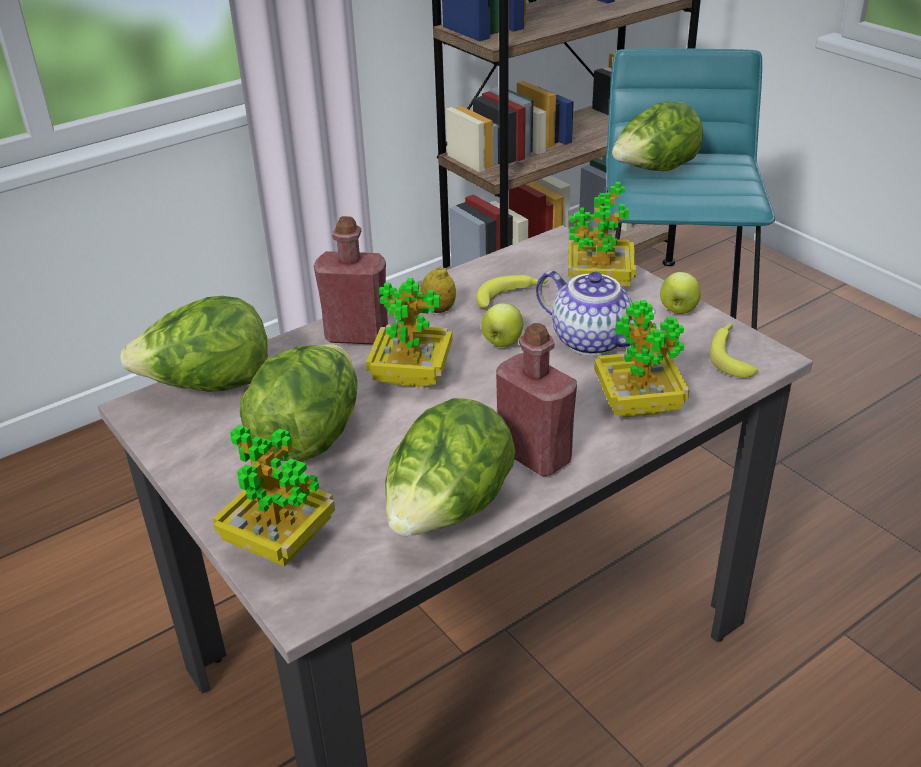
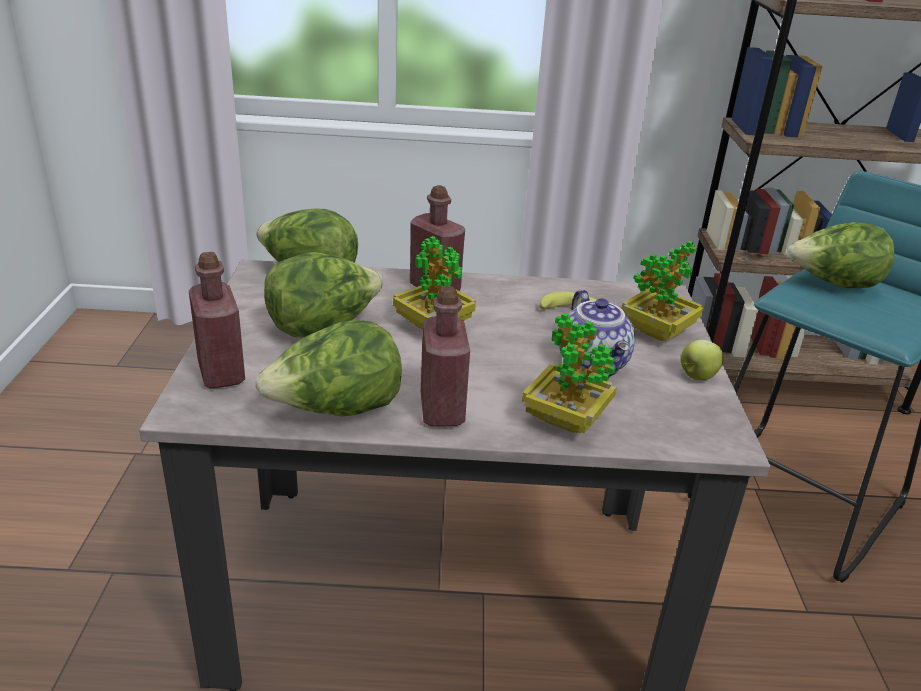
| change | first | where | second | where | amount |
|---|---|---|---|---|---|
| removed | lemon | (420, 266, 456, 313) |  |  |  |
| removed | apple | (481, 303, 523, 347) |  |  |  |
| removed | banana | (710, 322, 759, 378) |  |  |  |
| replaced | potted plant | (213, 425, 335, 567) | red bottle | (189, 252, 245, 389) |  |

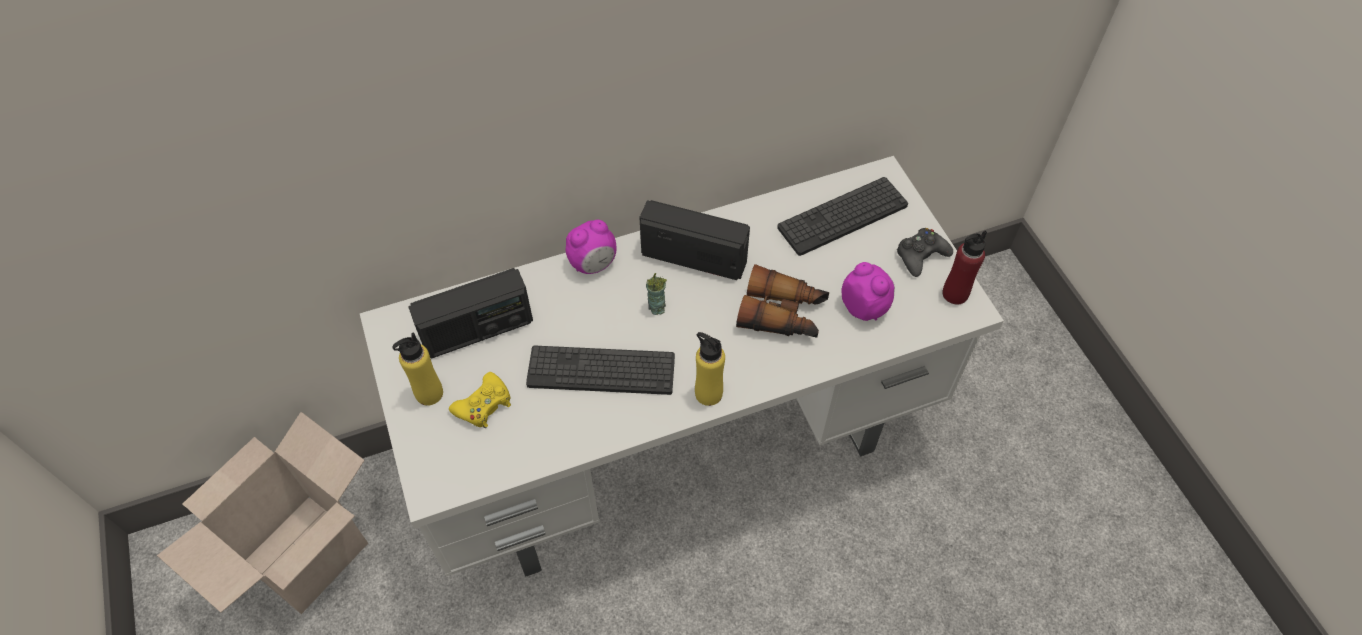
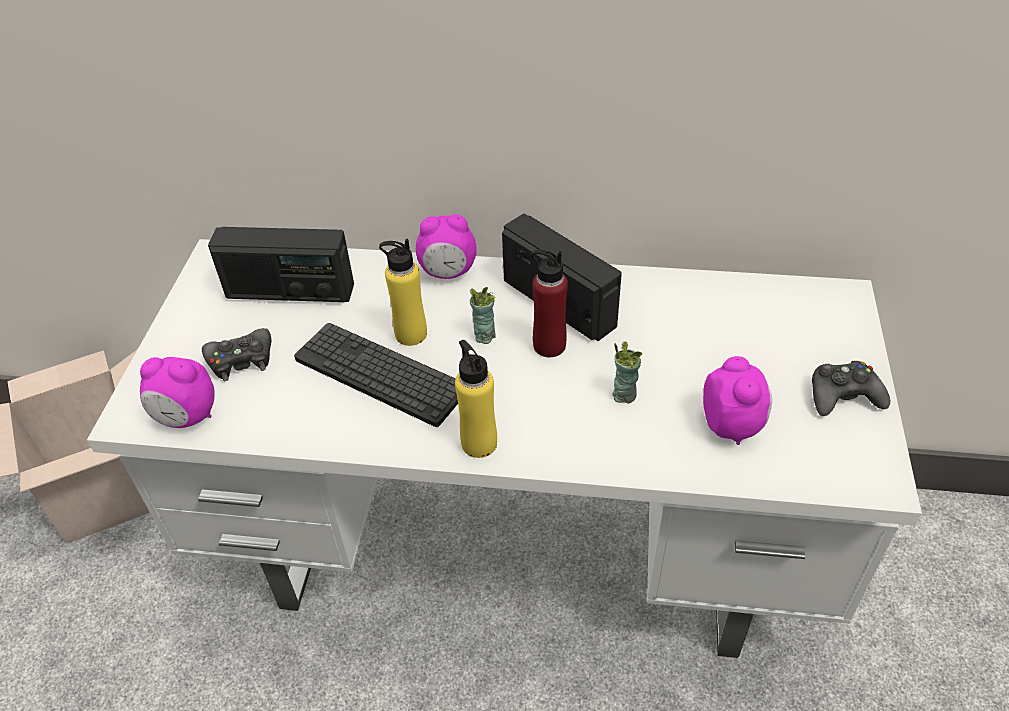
| change | first | where | second | where | amount |
|---|---|---|---|---|---|
| removed | keyboard | (777, 177, 908, 256) |  |  |  |
| added |  |  | alarm clock | (140, 357, 215, 428) |  |
| moved | yellow bottle | (392, 332, 443, 406) |  | (379, 239, 427, 346) |  |
| moved | red bottle | (942, 230, 987, 305) |  | (531, 250, 568, 357) |  |
| replaced | binoculars | (736, 264, 829, 337) | cup | (613, 341, 642, 404) |  |
| recoloured | yellow game controller | (449, 372, 511, 428) | black game controller | (202, 328, 271, 381) |  |

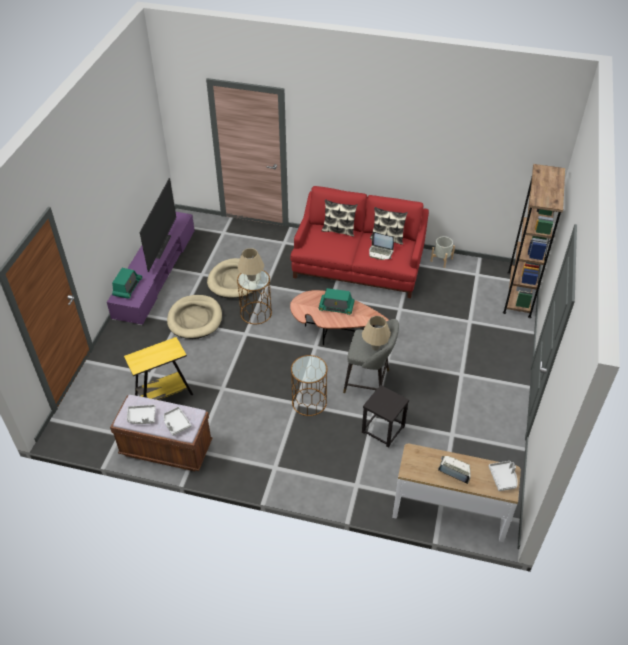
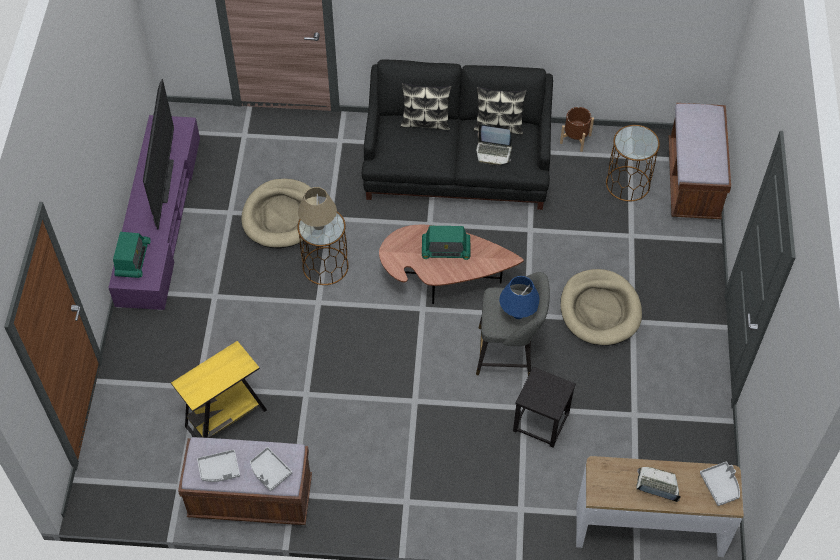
| change | first | where | second | where | amount |
|---|---|---|---|---|---|
| moved | beige dog bed | (167, 295, 222, 339) |  | (560, 269, 642, 346) |  |
| moved | brown side table | (291, 355, 327, 416) |  | (606, 125, 660, 201) |  |
| replaced | brown bookcase | (503, 164, 565, 318) | brown bench | (668, 103, 731, 219) |  |
| recoloured | red sofa | (290, 186, 429, 298) | black sofa | (362, 60, 553, 210) |  |
| recoloured | beige table lamp | (362, 316, 391, 351) | blue table lamp | (499, 276, 539, 319) |  |
| recoloured | grey planter | (431, 236, 455, 268) | brown planter | (560, 107, 594, 152) |  |

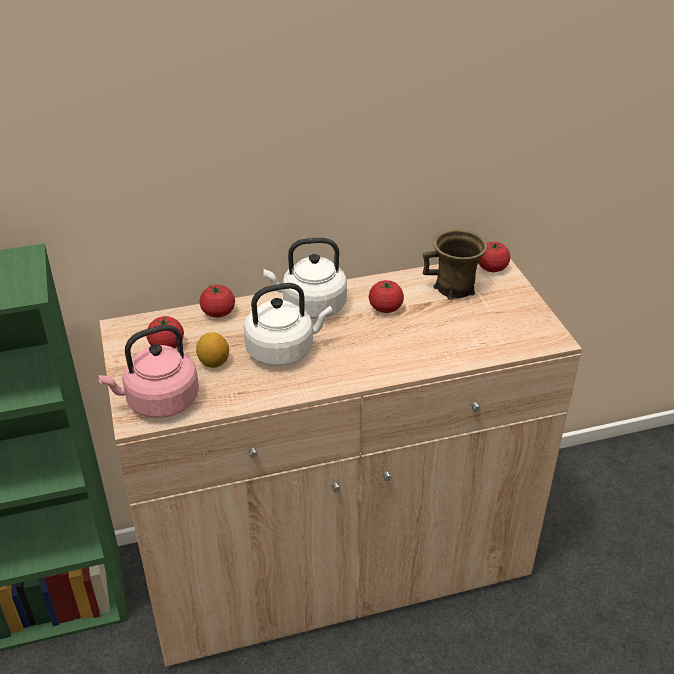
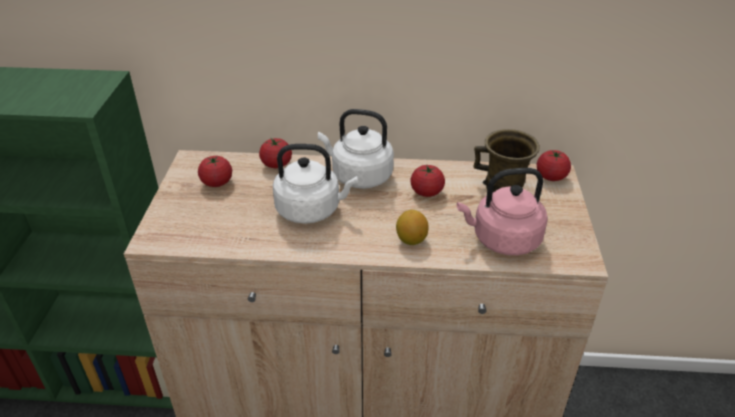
| change | first | where | second | where | amount |
|---|---|---|---|---|---|
| moved | pink kettle | (98, 325, 199, 418) |  | (457, 168, 548, 255) |  |
| moved | lemon | (196, 332, 229, 368) |  | (396, 210, 429, 245) |  |

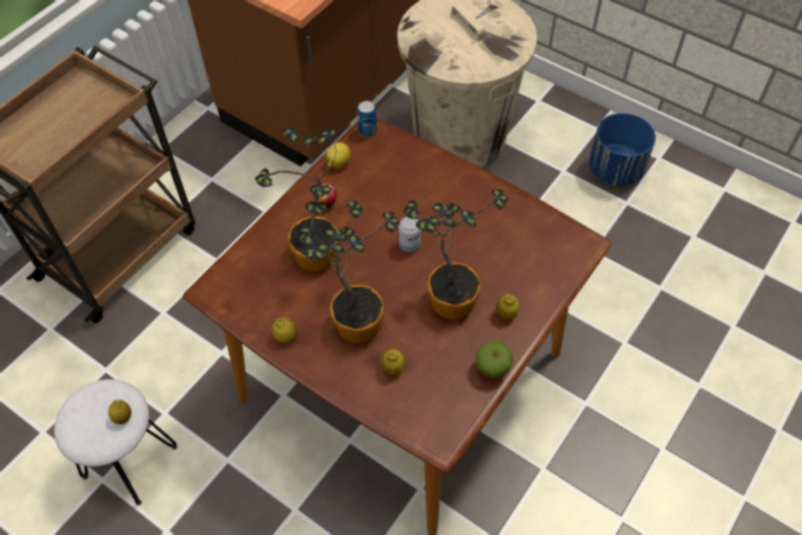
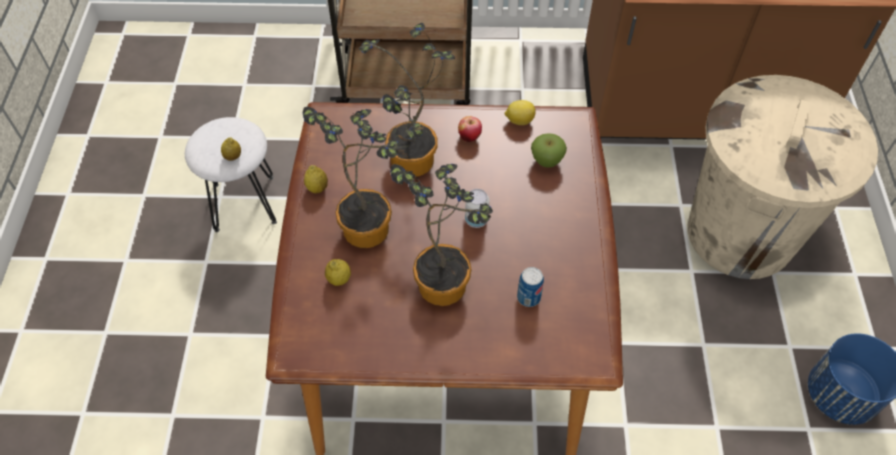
| change | first | where | second | where | amount |
|---|---|---|---|---|---|
| removed | lemon | (496, 294, 520, 320) |  |  |  |
| moved | can | (357, 101, 377, 137) |  | (517, 267, 544, 307) |  |
| moved | apple | (476, 341, 513, 378) |  | (531, 133, 567, 168) |  |

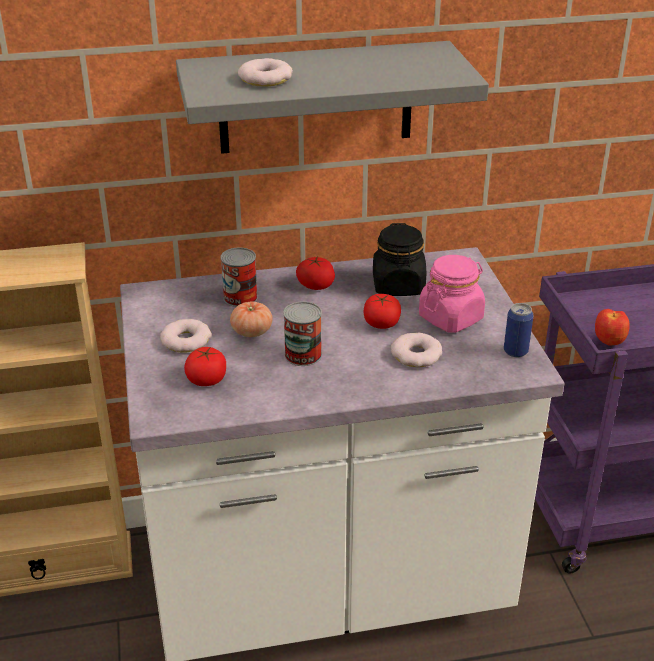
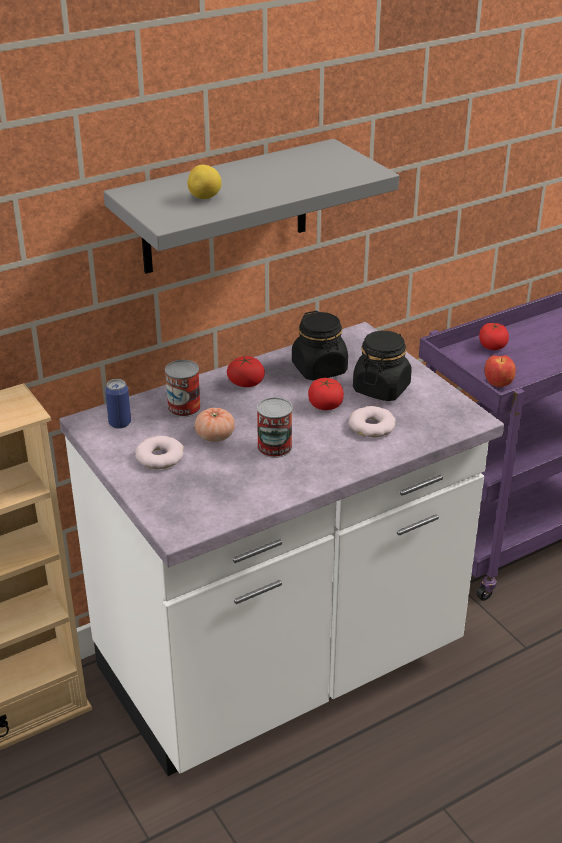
| change | first | where | second | where | amount |
|---|---|---|---|---|---|
| moved | tomato | (184, 347, 226, 386) |  | (479, 322, 509, 350) |  |
| moved | can | (504, 303, 534, 358) |  | (105, 379, 131, 429) |  |
| replaced | donut | (238, 58, 293, 87) | lemon | (187, 165, 222, 199) |  |
| recoloured | pink jar | (419, 255, 485, 333) | black jar | (353, 331, 412, 401) |  |

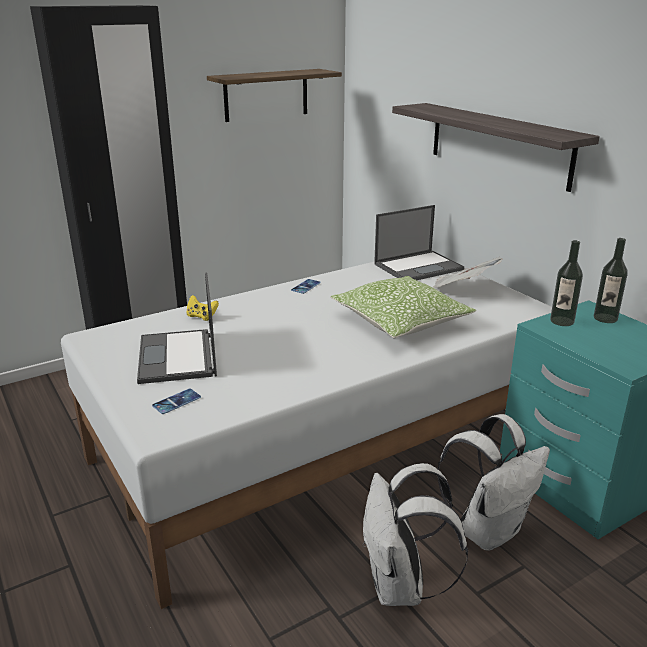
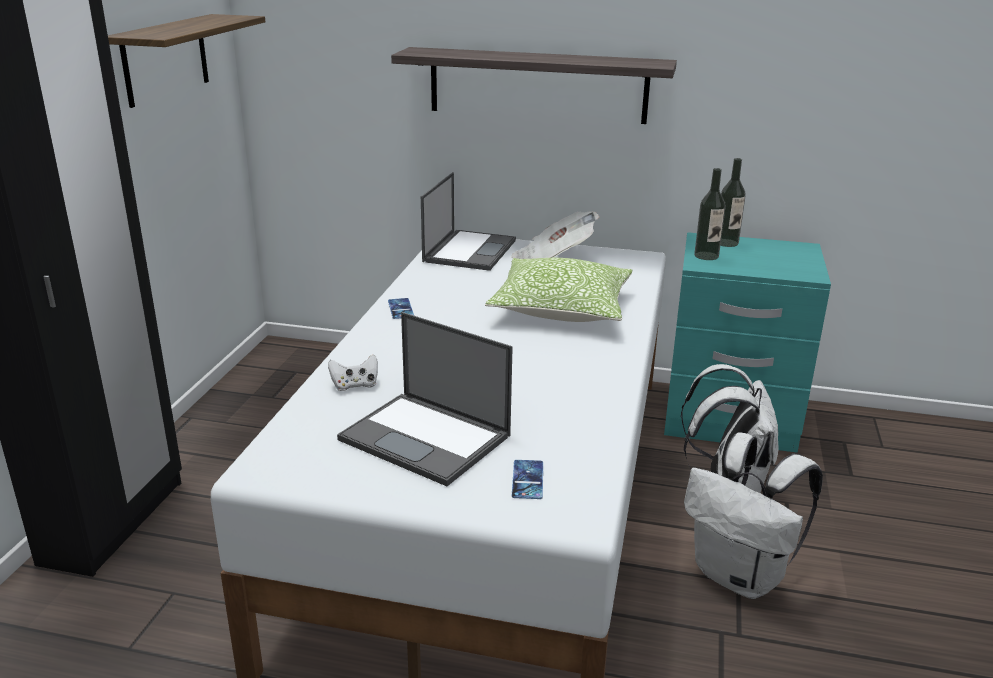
| change | first | where | second | where | amount |
|---|---|---|---|---|---|
| recoloured | yellow game controller | (187, 295, 219, 321) | white game controller | (328, 354, 378, 391) |  |

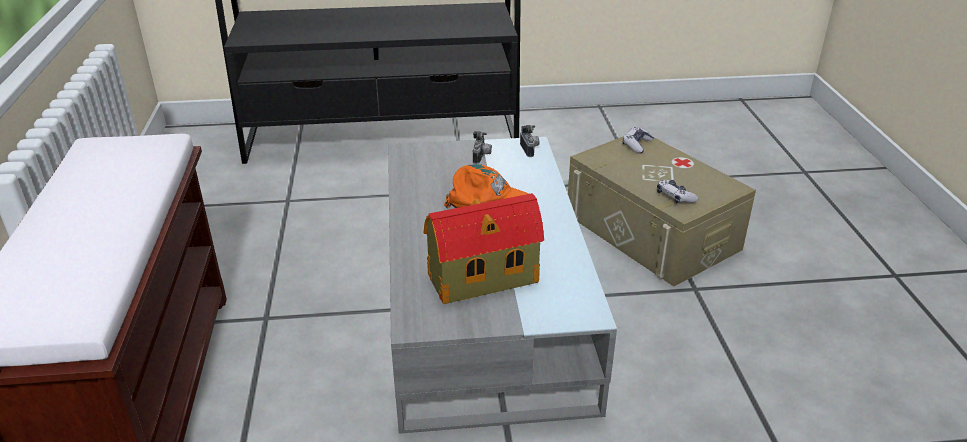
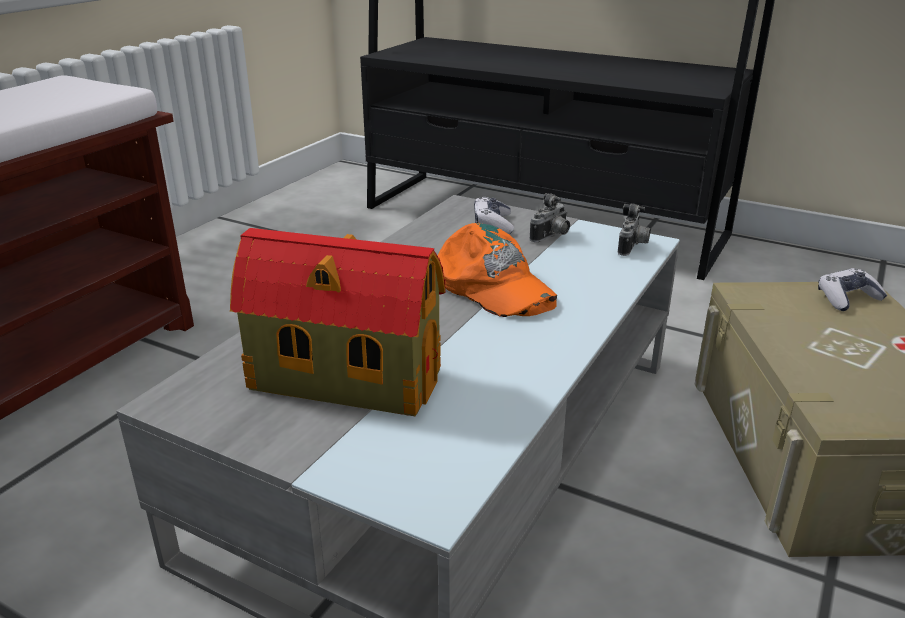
| change | first | where | second | where | amount |
|---|---|---|---|---|---|
| moved | game controller | (657, 180, 699, 204) |  | (474, 197, 514, 234) |  |

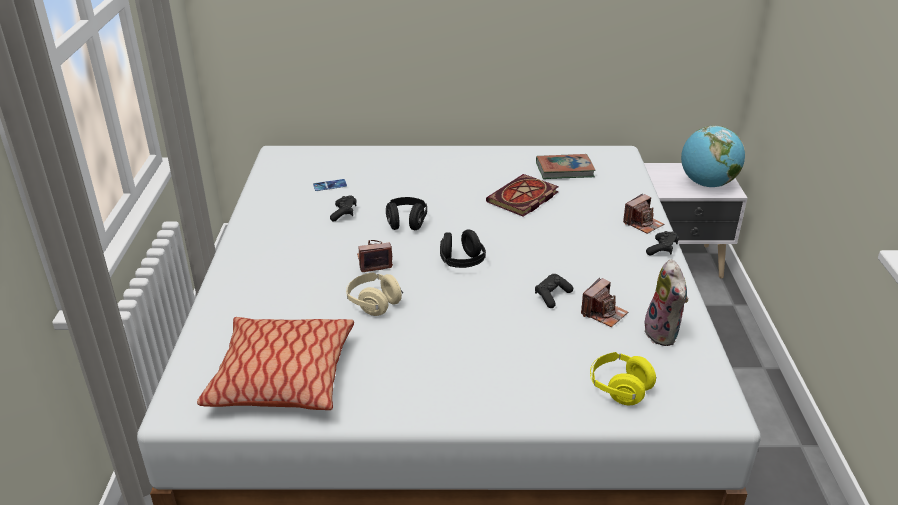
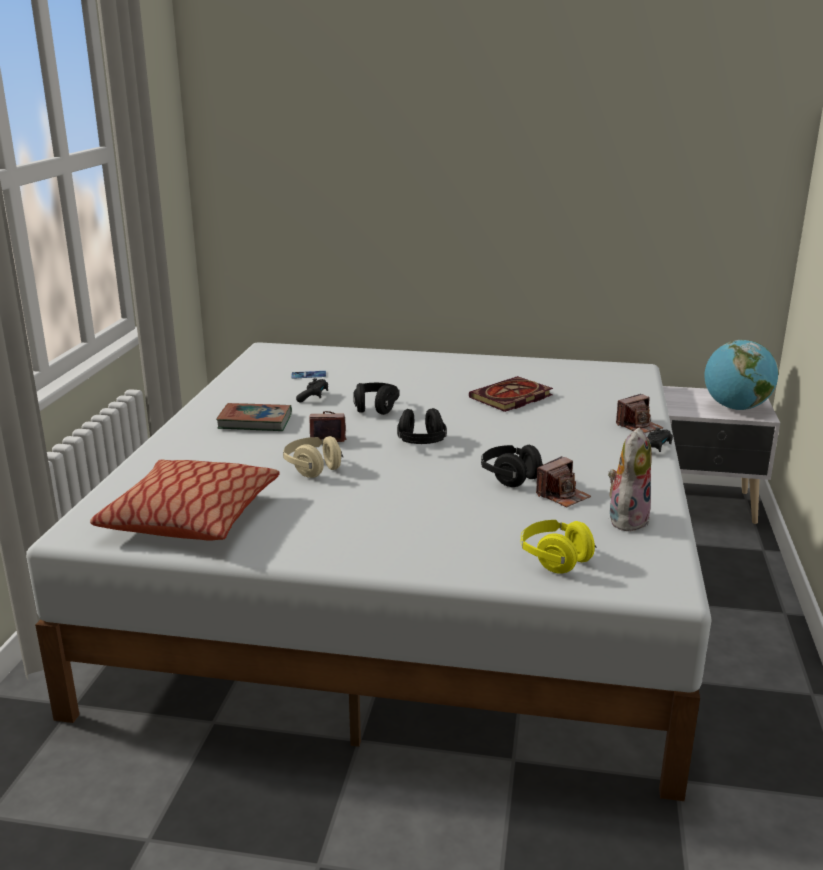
| change | first | where | second | where | amount |
|---|---|---|---|---|---|
| moved | book | (536, 154, 596, 179) |  | (216, 403, 292, 431) |  |
| replaced | black game controller | (535, 274, 573, 308) | black headphones | (481, 445, 543, 487) |  |
| turned | plush toy | (644, 259, 689, 346) |  | (608, 427, 652, 531) | 150 degrees counterclockwise |

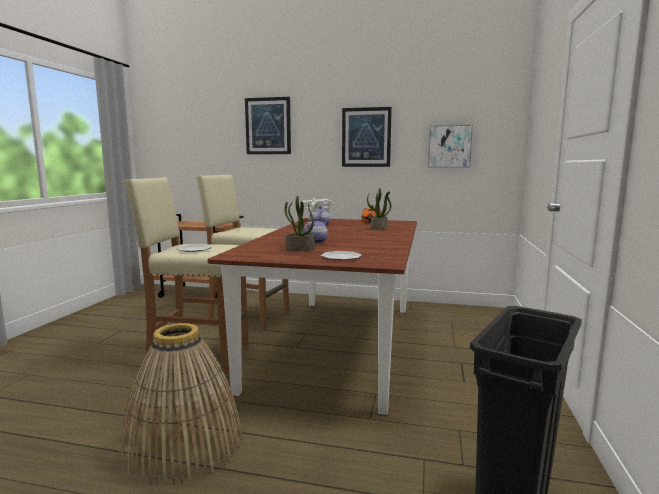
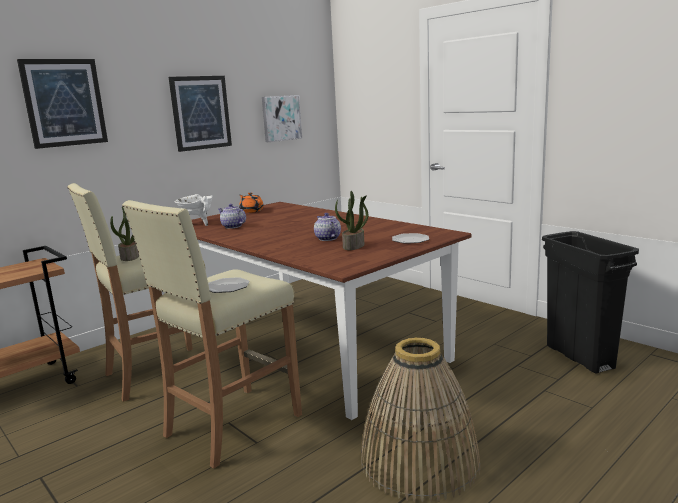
| change | first | where | second | where | amount |
|---|---|---|---|---|---|
| moved | potted plant | (367, 188, 391, 229) |  | (110, 206, 139, 261) |  |

